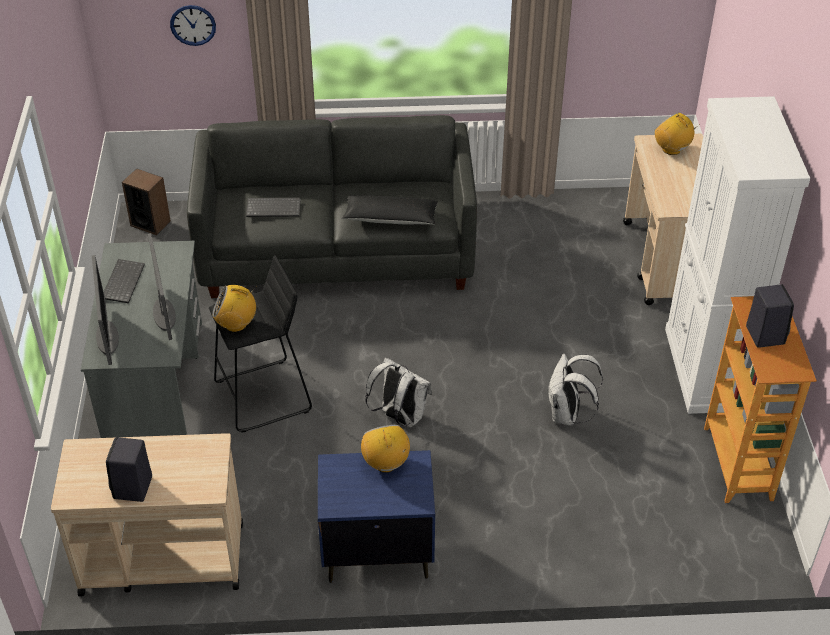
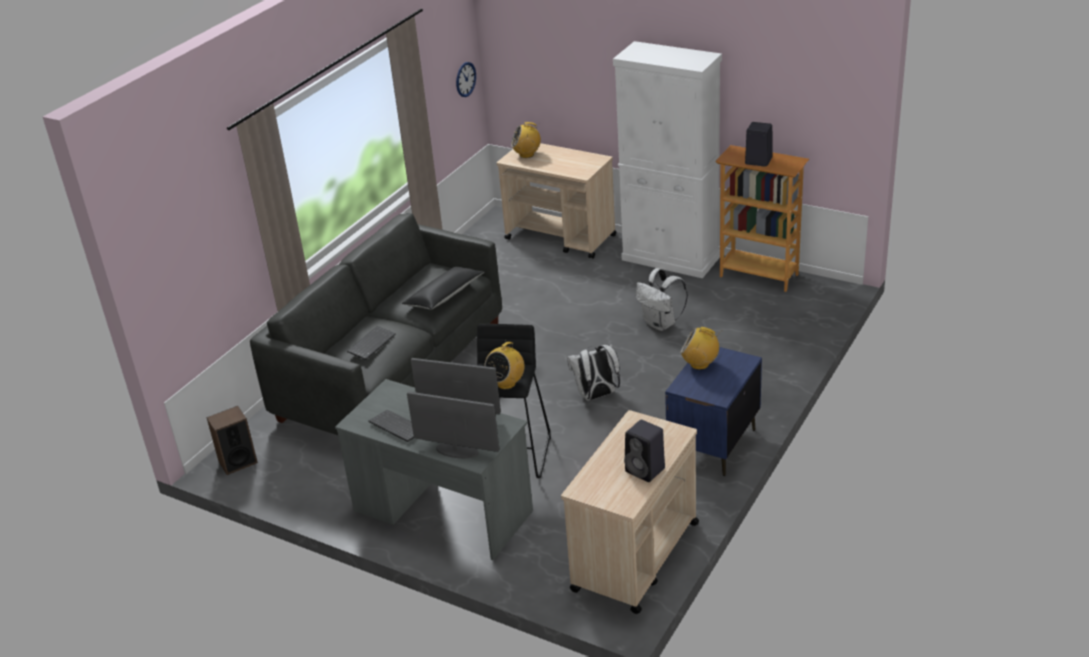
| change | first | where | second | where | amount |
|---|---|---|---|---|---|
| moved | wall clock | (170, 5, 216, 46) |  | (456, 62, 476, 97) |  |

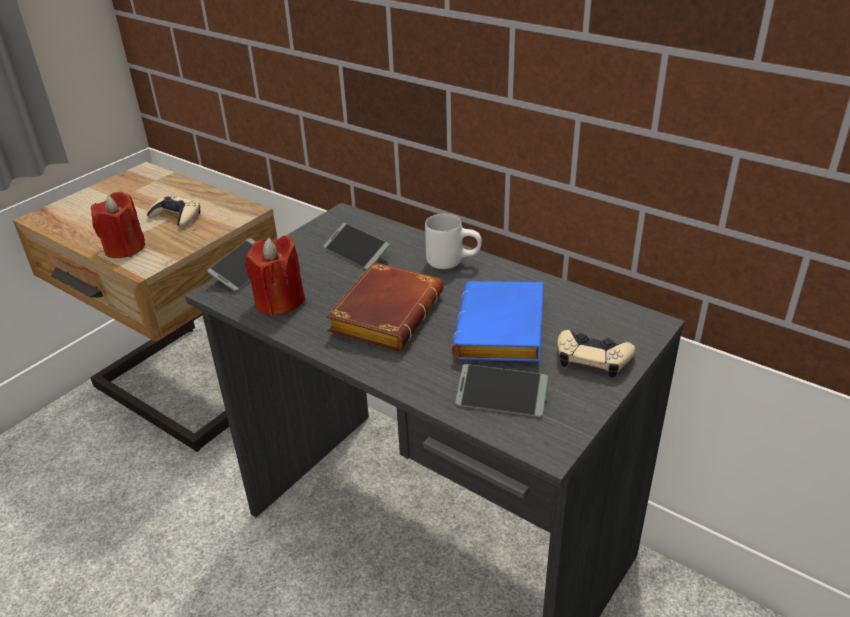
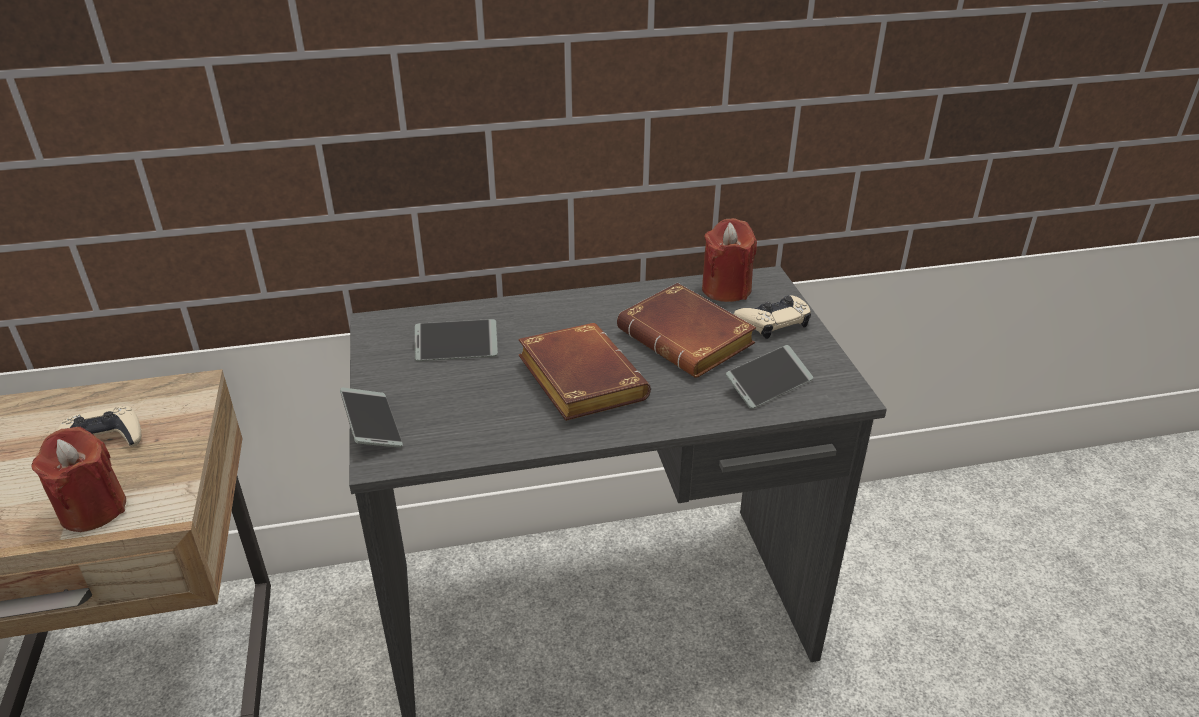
| change | first | where | second | where | amount |
|---|---|---|---|---|---|
| removed | white mug | (425, 214, 482, 269) |  |  |  |
| moved | red candle | (245, 235, 305, 316) |  | (702, 218, 757, 302) |  |
| recoloured | blue book | (452, 281, 543, 362) | brown book | (617, 283, 756, 378) |  |

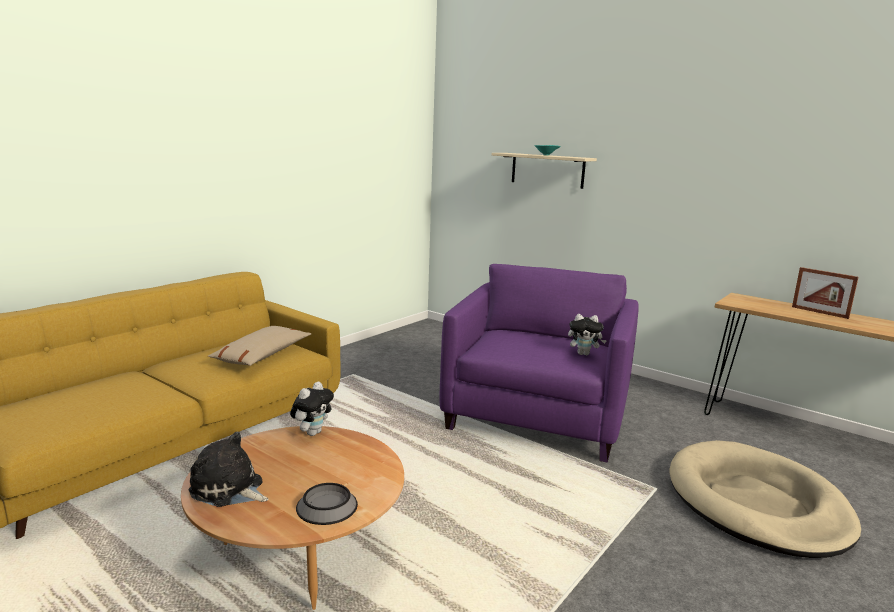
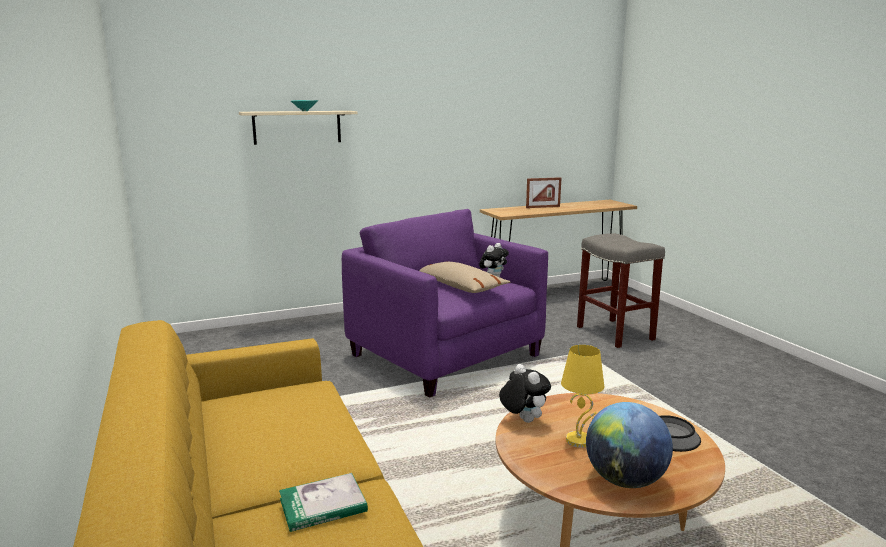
| change | first | where | second | where | amount |
|---|---|---|---|---|---|
| added |  |  | book | (279, 473, 368, 532) |  |
| added |  |  | yellow table lamp | (561, 345, 604, 448) |  |
| moved | beige pillow | (208, 326, 311, 366) |  | (419, 261, 510, 293) |  |
| replaced | plush toy | (189, 432, 268, 507) | globe | (586, 402, 673, 488) |  |
| replaced | beige dog bed | (669, 440, 861, 558) | grey stool | (577, 233, 665, 348) |  |

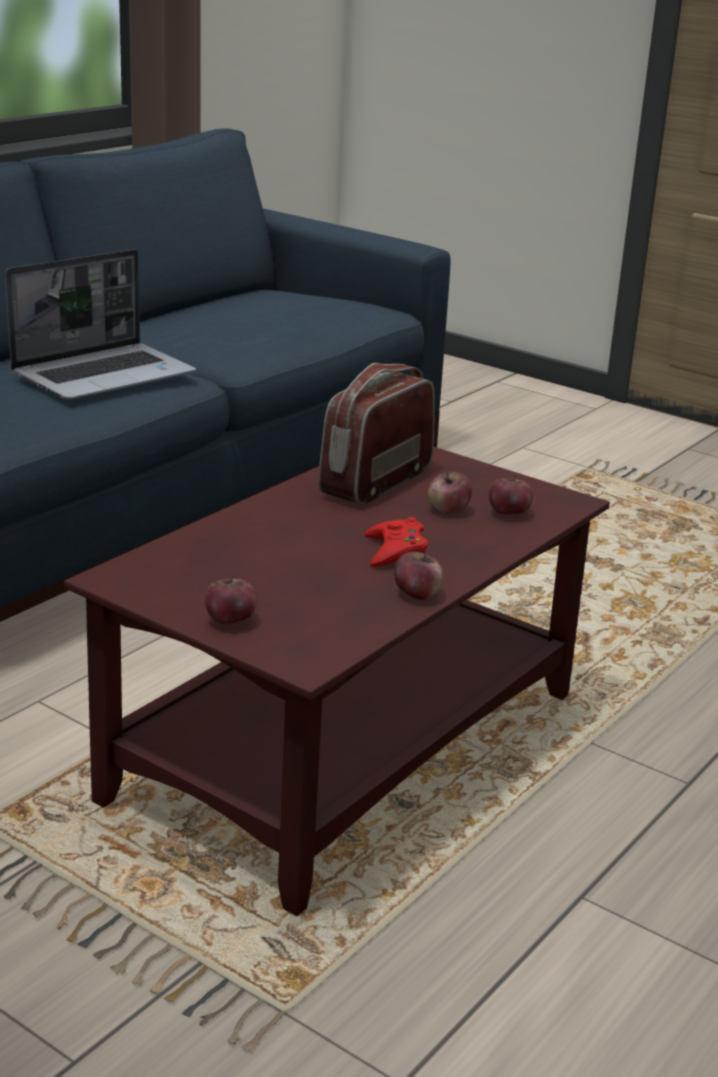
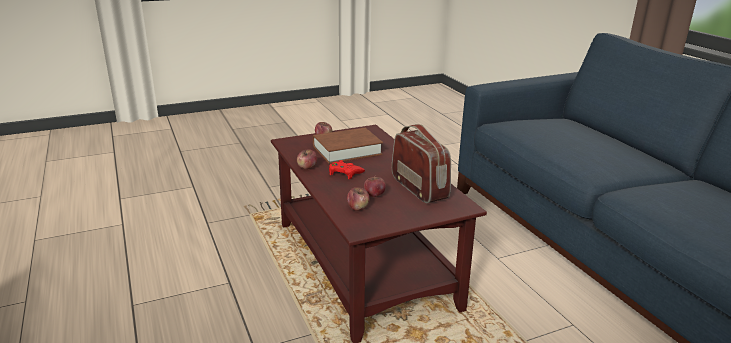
| change | first | where | second | where | amount |
|---|---|---|---|---|---|
| removed | laptop | (5, 249, 196, 401) |  |  |  |
| added |  |  | brown book | (313, 128, 383, 164) |  |

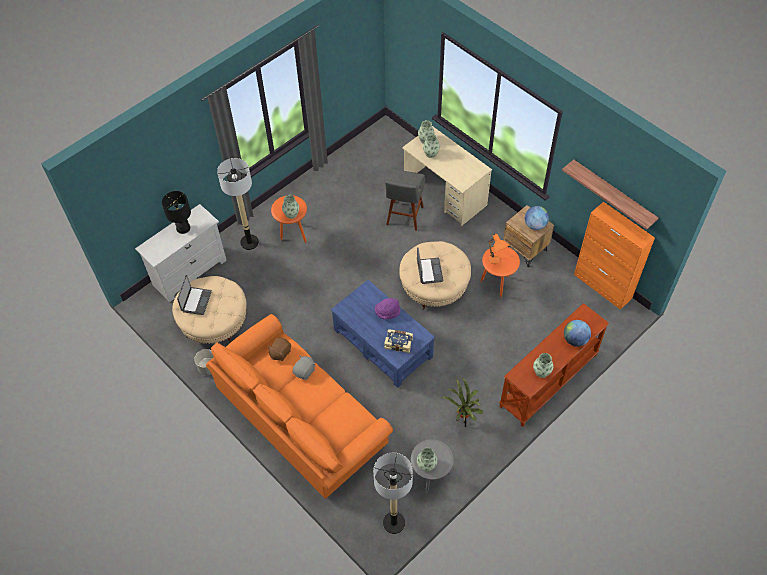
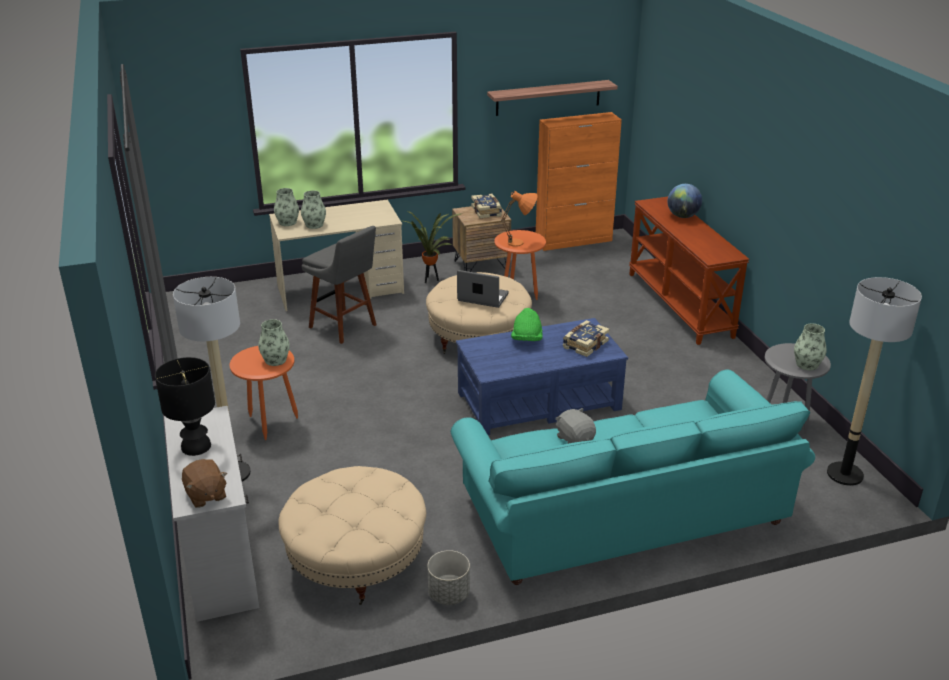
| change | first | where | second | where | amount |
|---|---|---|---|---|---|
| removed | laptop | (177, 275, 212, 315) |  |  |  |
| removed | vase | (533, 353, 553, 378) |  |  |  |
| moved | brown plush toy | (267, 337, 291, 361) |  | (182, 459, 227, 508) |  |
| moved | potted plant | (442, 377, 484, 427) |  | (404, 211, 461, 283) |  |
| replaced | globe | (525, 206, 549, 230) | book | (471, 194, 502, 219) |  |
| recoloured | orange sofa | (206, 314, 393, 499) | turquoise sofa | (451, 370, 815, 585) |  |
| recoloured | purple hat | (375, 298, 400, 319) | green hat | (511, 308, 543, 341) |  |

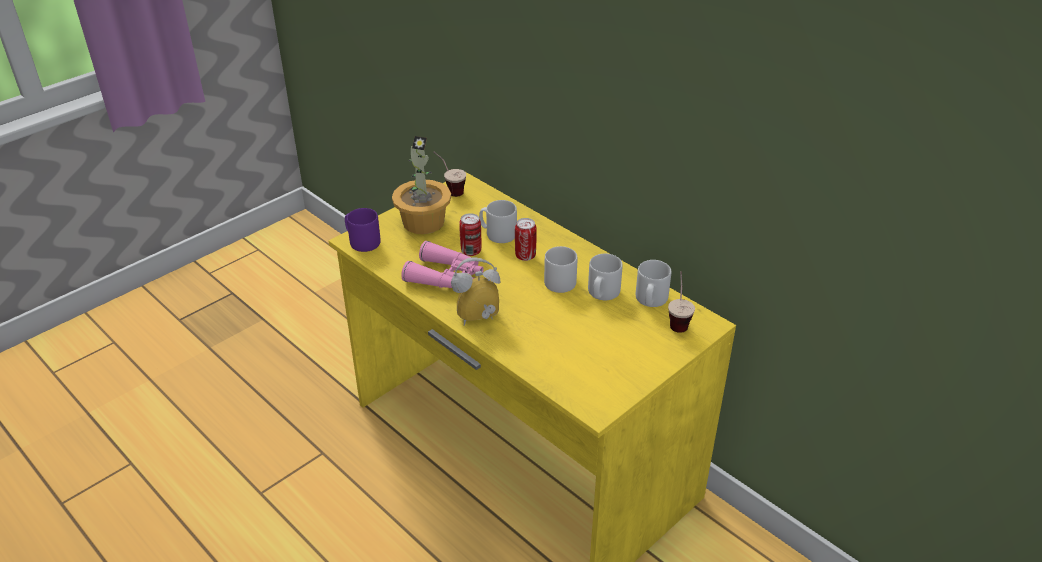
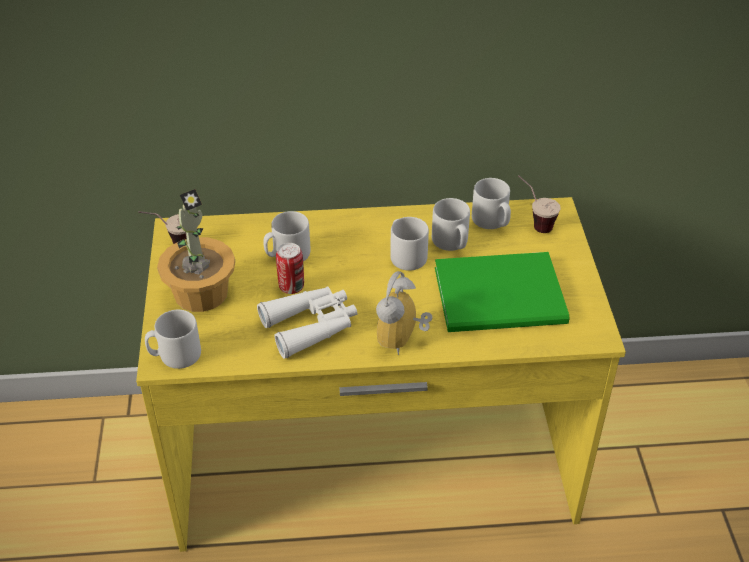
| change | first | where | second | where | amount |
|---|---|---|---|---|---|
| removed | can | (515, 218, 537, 261) |  |  |  |
| added |  |  | green book | (435, 252, 569, 332) |  |
| recoloured | purple mug | (345, 208, 381, 252) | grey mug | (145, 310, 201, 369) |  |
| recoloured | pink binoculars | (401, 241, 484, 288) | white binoculars | (257, 286, 357, 359) |  |

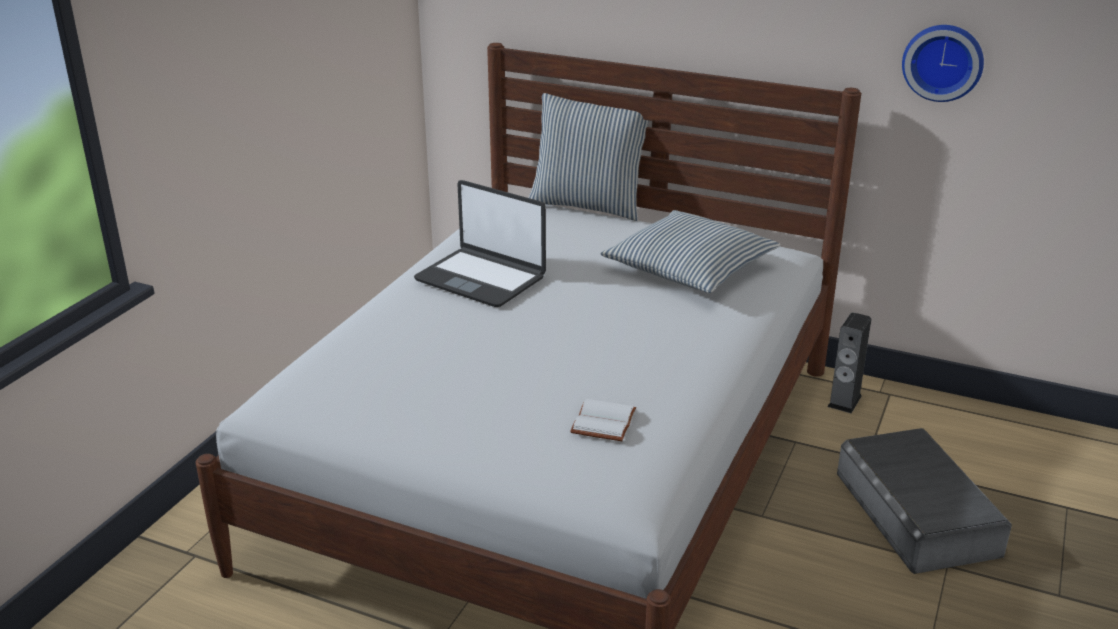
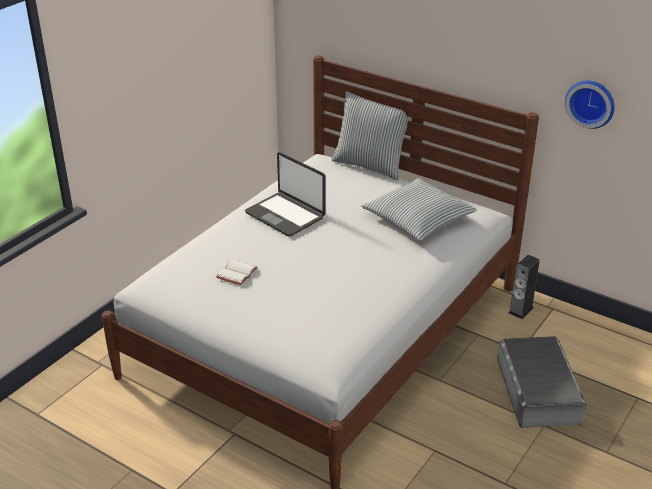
| change | first | where | second | where | amount |
|---|---|---|---|---|---|
| moved | white book | (570, 399, 636, 441) |  | (216, 260, 258, 285) |  |

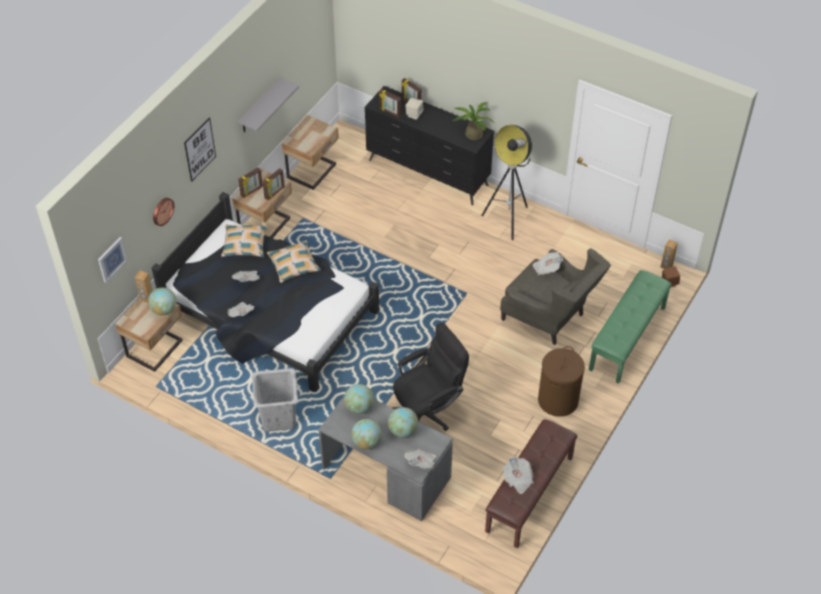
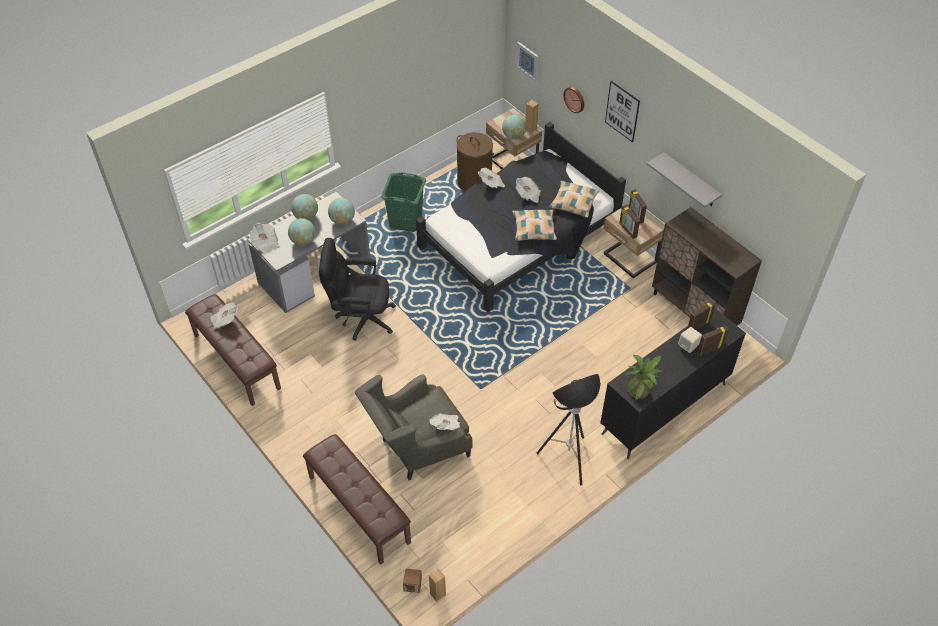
| change | first | where | second | where | amount |
|---|---|---|---|---|---|
| moved | brown laundry basket | (538, 346, 585, 417) |  | (456, 132, 494, 192) |  |
| replaced | beige nightstand | (282, 115, 339, 190) | brown cabinet | (652, 207, 762, 326) |  |
| recoloured | grey laundry basket | (252, 368, 298, 432) | green laundry basket | (381, 172, 426, 232) |  |
| recoloured | green bench | (589, 270, 672, 384) | brown bench | (303, 434, 411, 565) |  |
| turned | black office chair | (391, 323, 469, 431) |  | (319, 238, 396, 341) | 105 degrees clockwise |

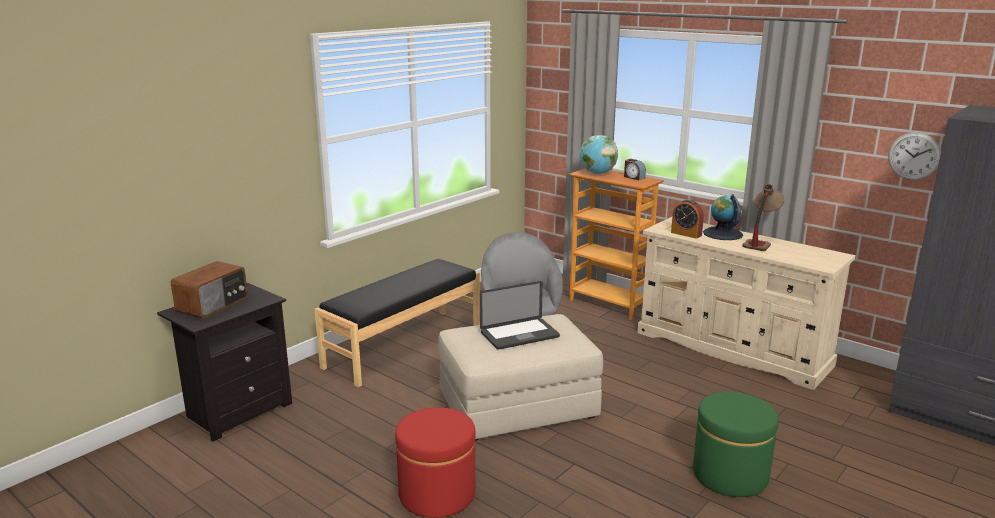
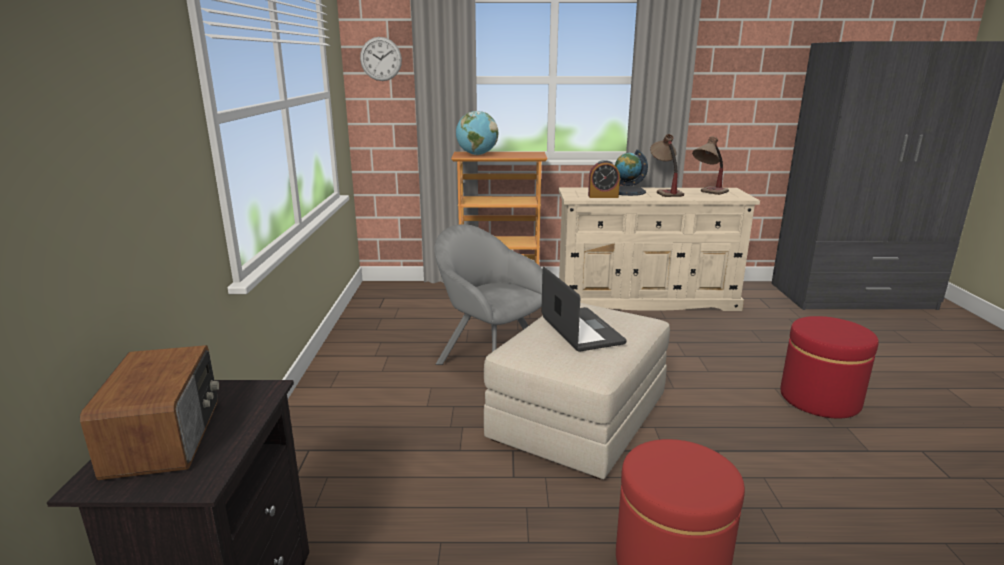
| change | first | where | second | where | amount |
|---|---|---|---|---|---|
| removed | black bench | (314, 259, 480, 387) |  |  |  |
| removed | alarm clock | (624, 159, 646, 180) |  |  |  |
| added |  |  | table lamp | (692, 136, 729, 195) |  |
| moved | wall clock | (888, 132, 941, 180) |  | (360, 37, 402, 81) |  |
| recoloured | green ottoman | (693, 392, 779, 497) | red ottoman | (780, 316, 879, 418) |  |
| turned | laptop | (480, 281, 560, 350) |  | (541, 267, 626, 352) | 45 degrees counterclockwise |

